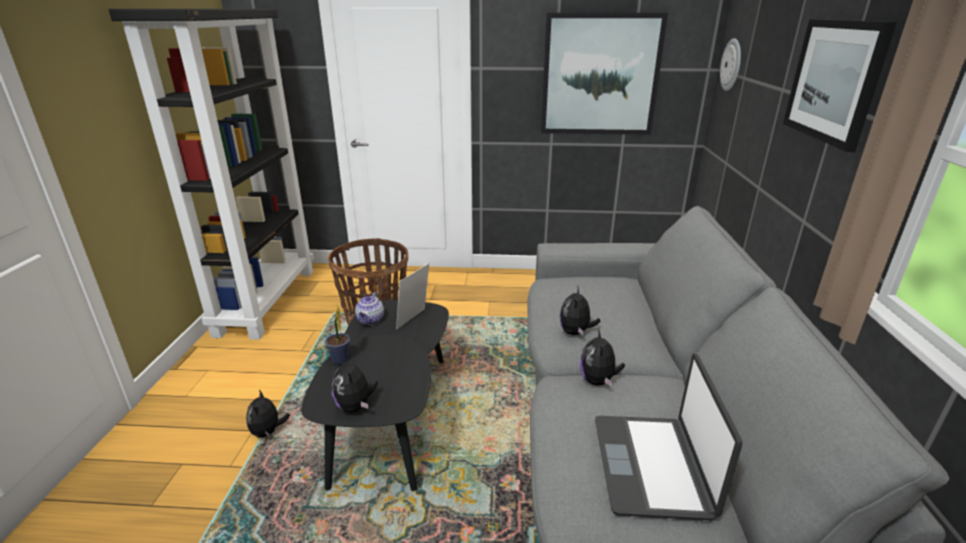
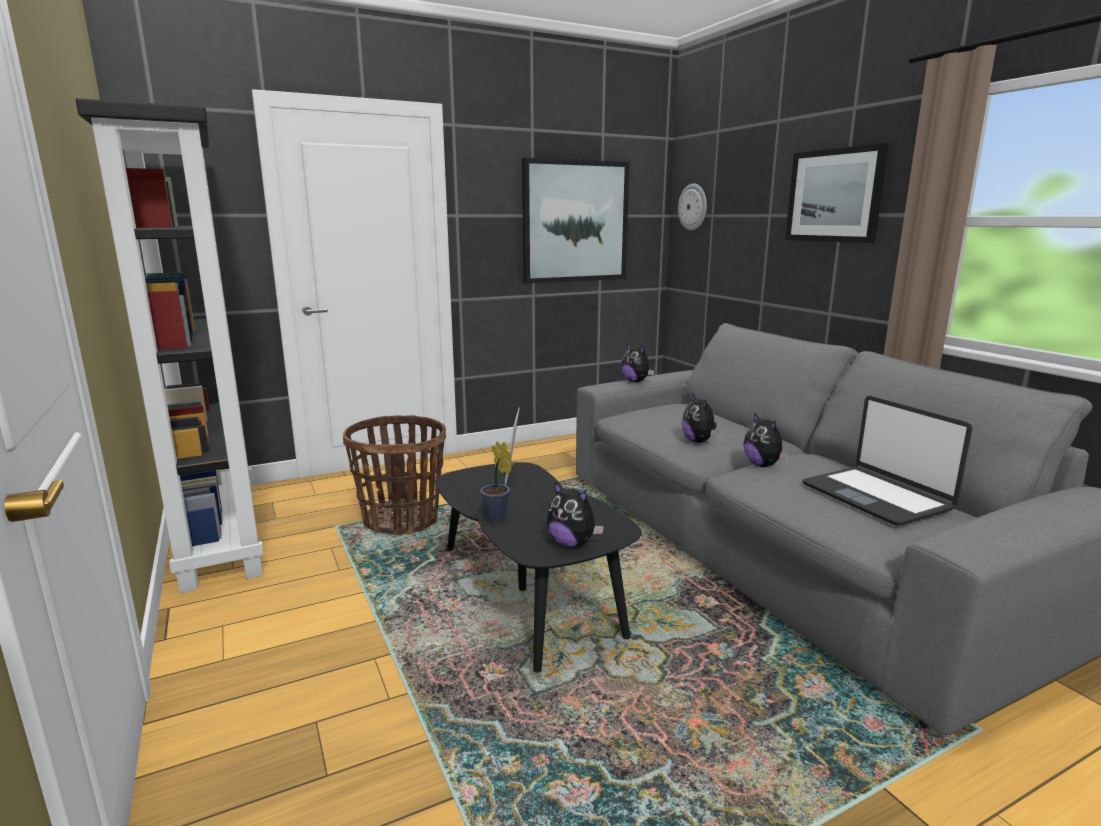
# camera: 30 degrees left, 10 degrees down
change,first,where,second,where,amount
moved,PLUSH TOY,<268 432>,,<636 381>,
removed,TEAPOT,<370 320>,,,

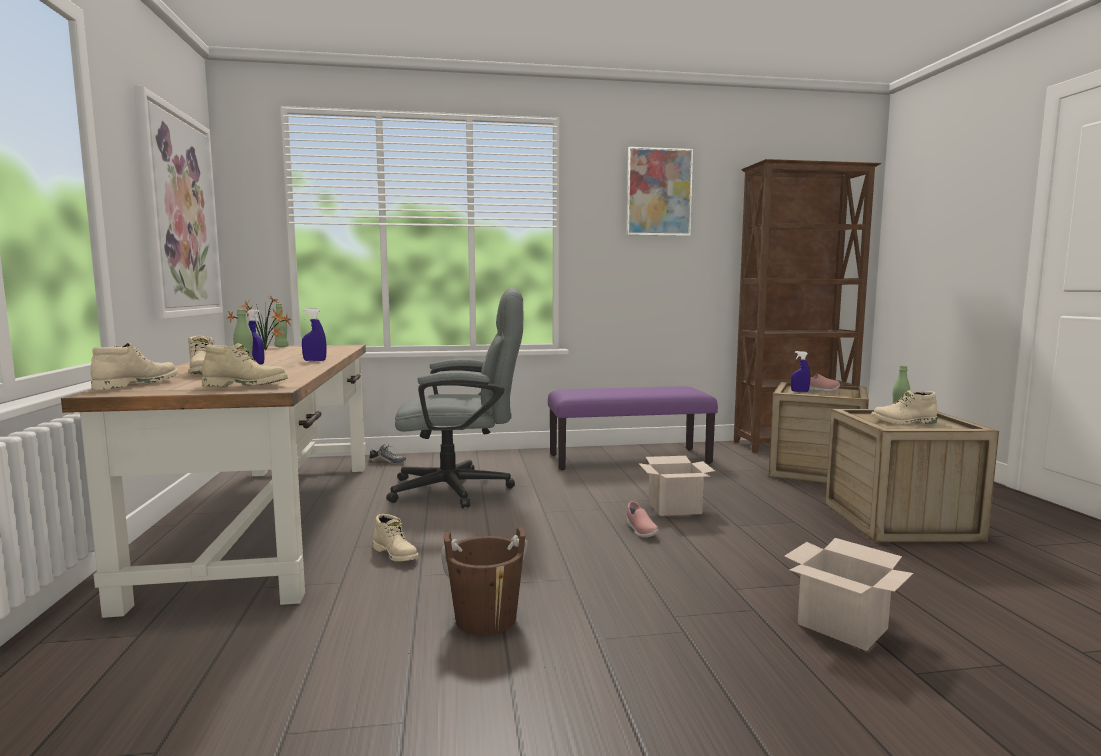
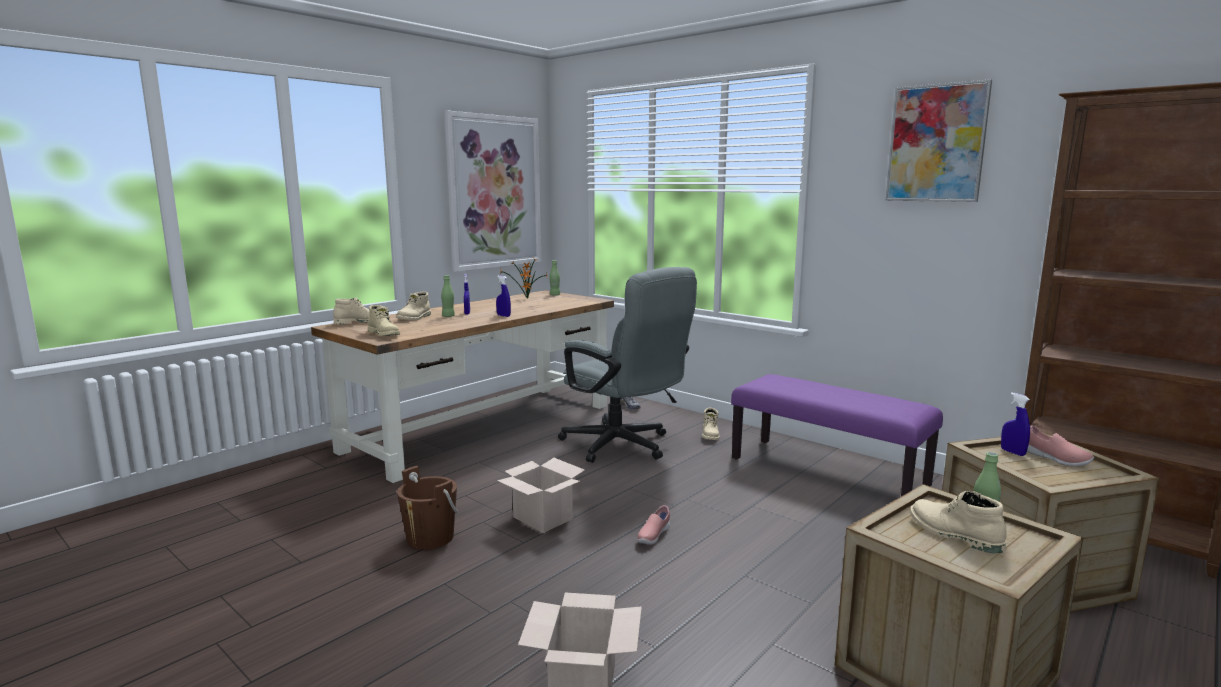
# camera: 50 degrees right, 5 degrees up
change,first,where,second,where,amount
moved,BEIGE BOOT,<396 554>,,<710 435>,
moved,CARDBOARD BOX,<674 508>,,<541 518>,

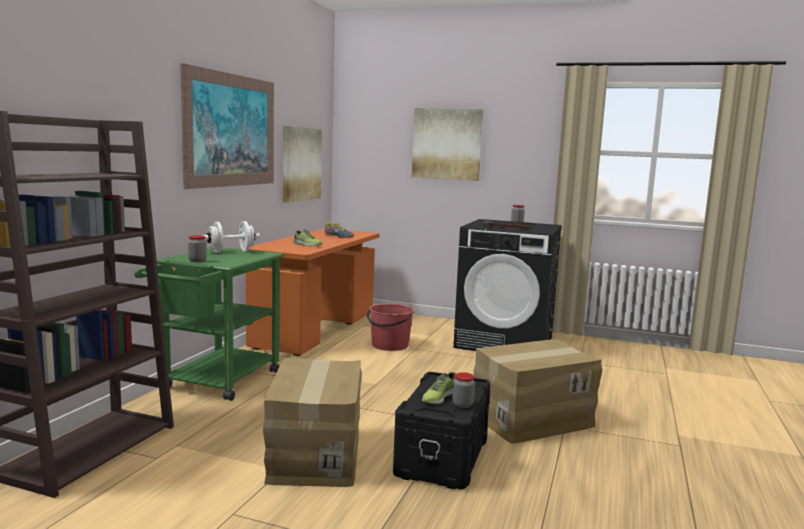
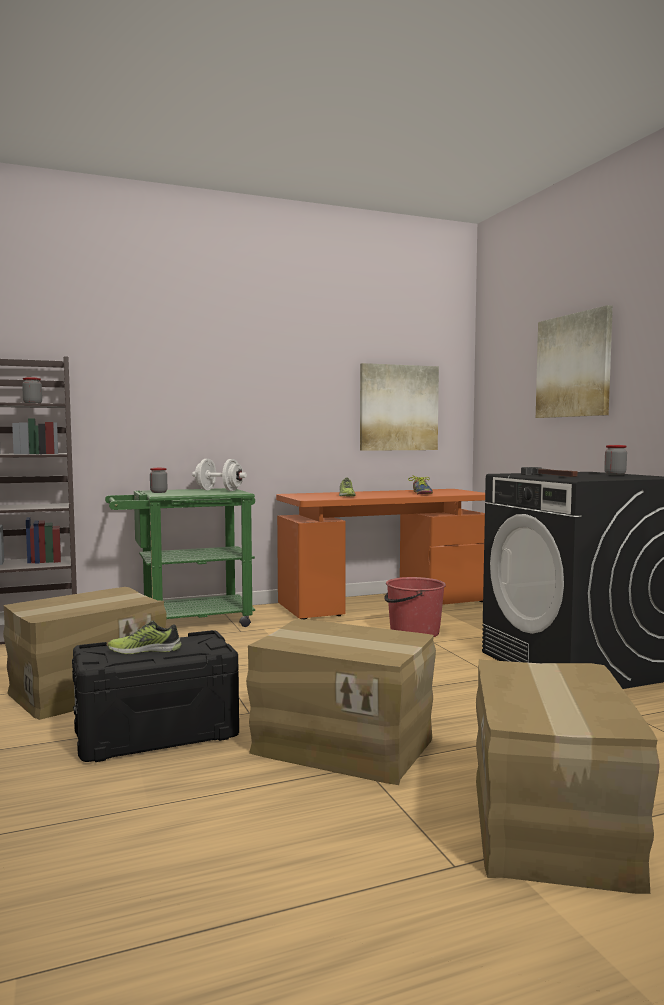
# camera: 50 degrees right, 5 degrees down
change,first,where,second,where,amount
removed,PICTURE,<231 130>,,,
moved,JAR,<462 405>,,<32 404>,
added,,,CARDBOARD BOX,<553 824>,

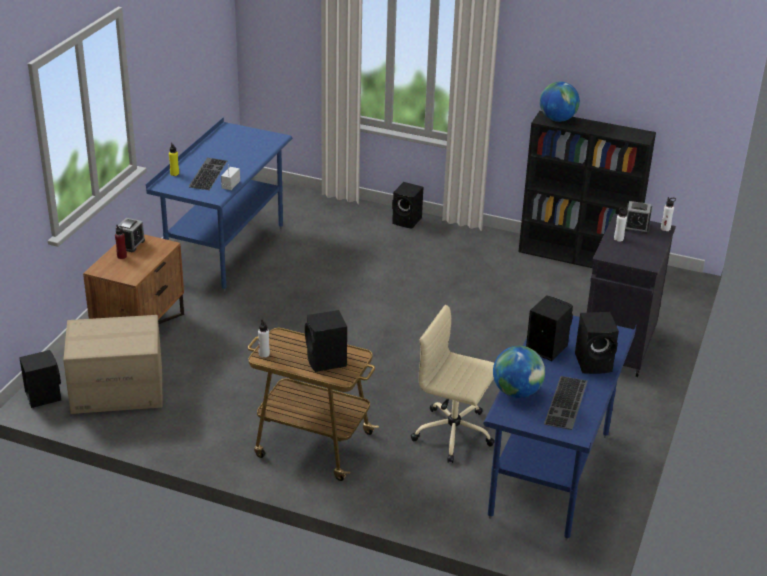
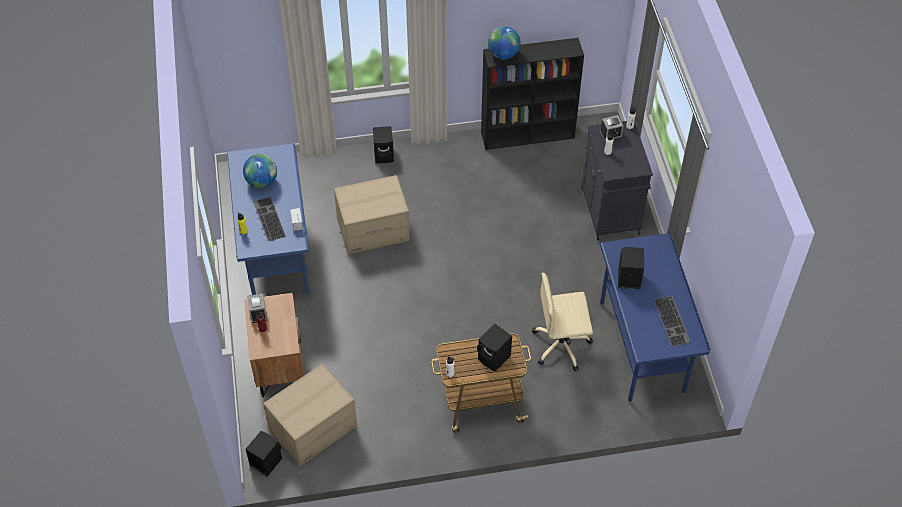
# camera: 30 degrees left, 20 degrees up
change,first,where,second,where,amount
moved,GLOBE,<516 392>,,<262 181>,
removed,BLACK SPEAKER,<594 363>,,,
added,,,CARDBOARD BOX,<373 229>,

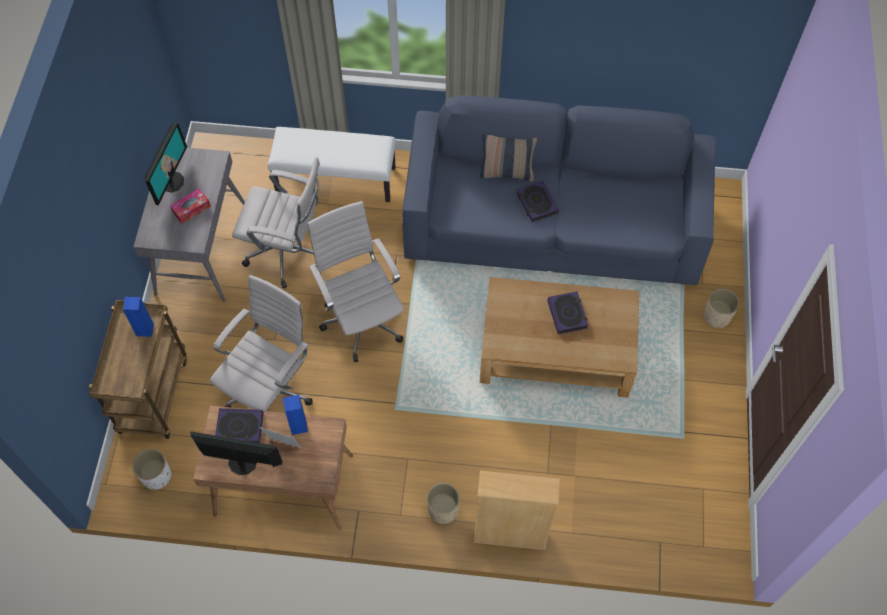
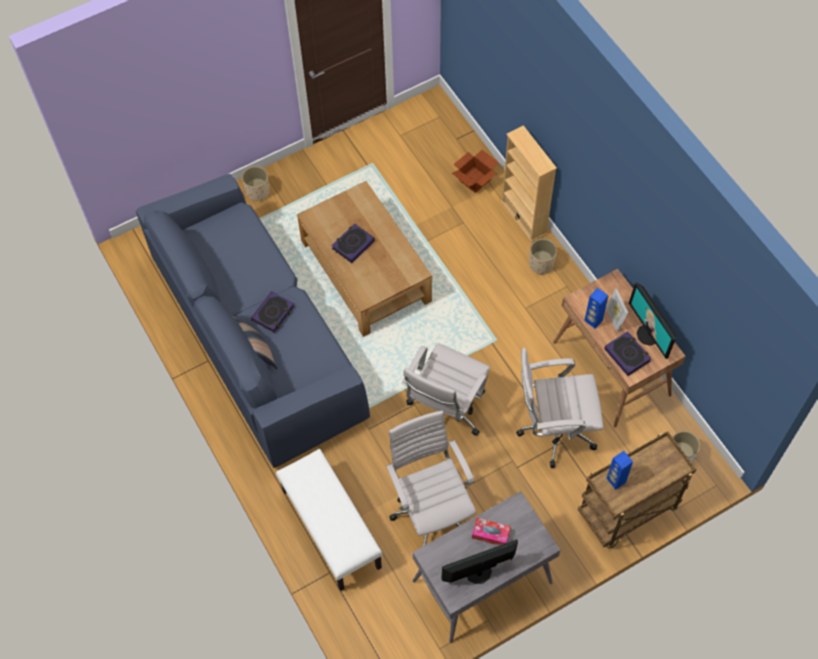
# camera: 125 degrees left, 0 degrees up
change,first,where,second,where,amount
added,,,CARDBOARD BOX,<475 179>,

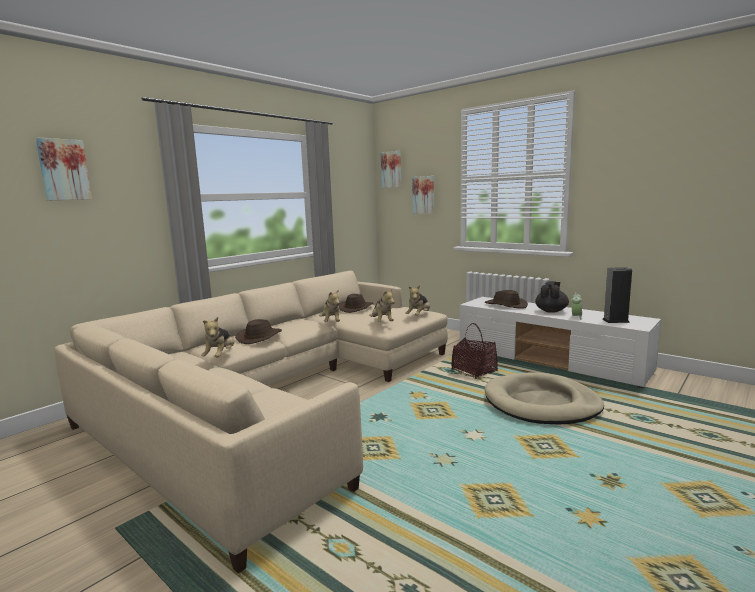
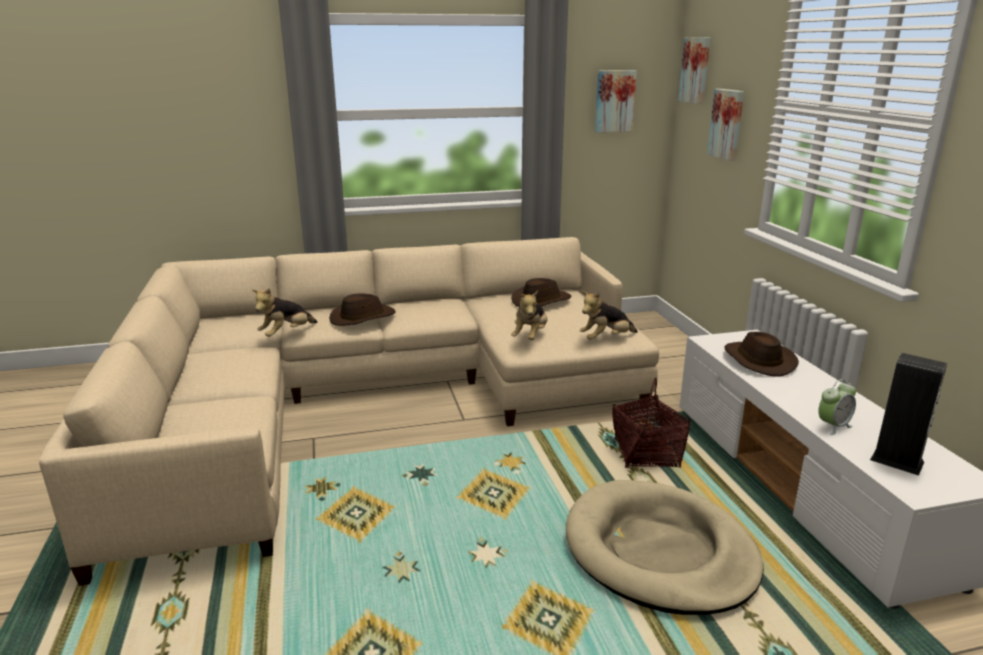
# camera: 35 degrees right, 10 degrees up
change,first,where,second,where,amount
moved,PICTURE,<63 170>,,<614 101>,
removed,PLUSH TOY,<331 322>,,,
removed,BLACK TEAPOT,<551 311>,,,

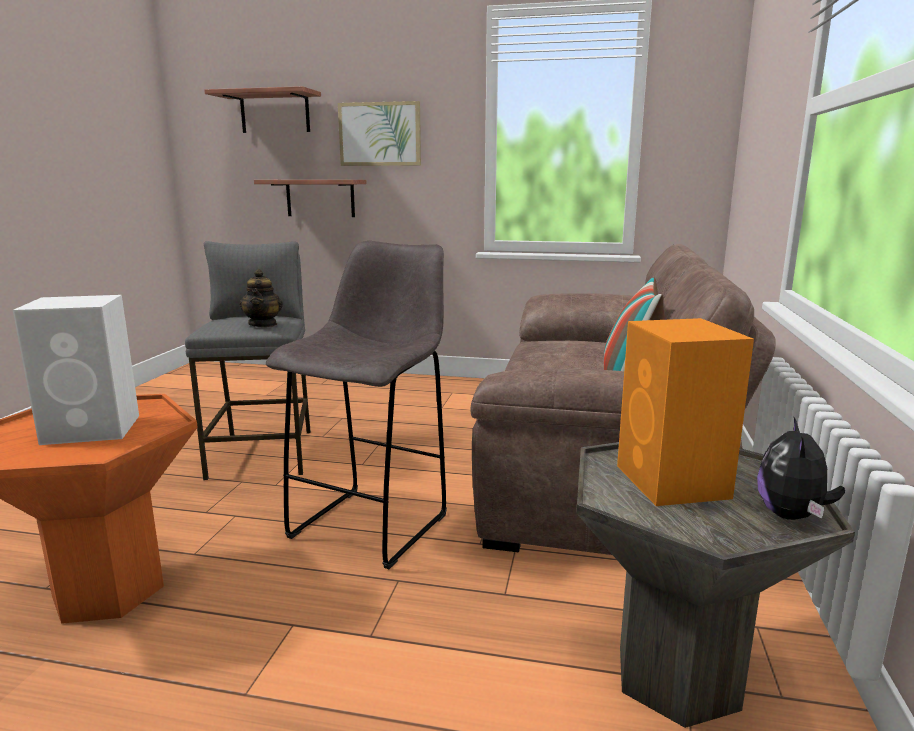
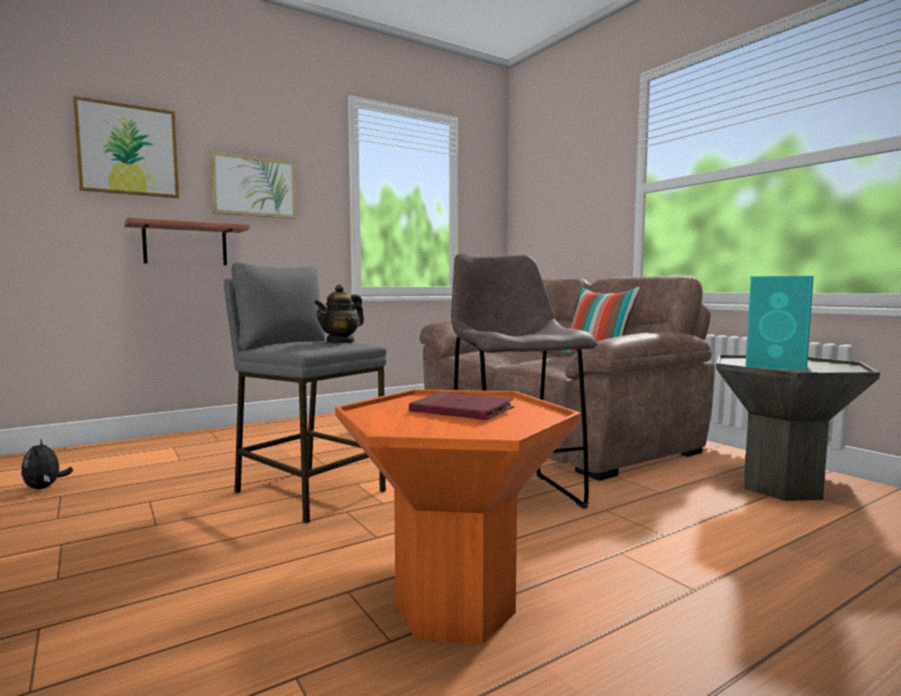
# camera: 45 degrees left, 10 degrees down
change,first,where,second,where,amount
replaced,WHITE SPEAKER,<94 429>,RED BOOK,<461 411>,
replaced,SHELF,<275 112>,PICTURE,<128 150>,
turned,TEAPOT,<263 324>,,<341 341>,90 degrees clockwise
recoloured,ORANGE SPEAKER,<673 483>,TURQUOISE SPEAKER,<778 366>,
moved,PLUSH TOY,<792 516>,,<45 487>,

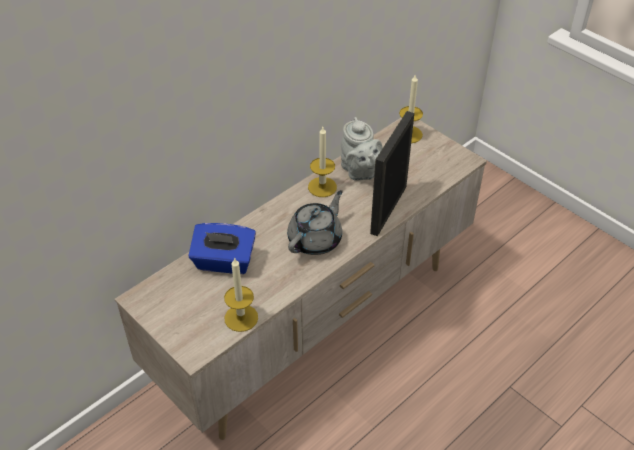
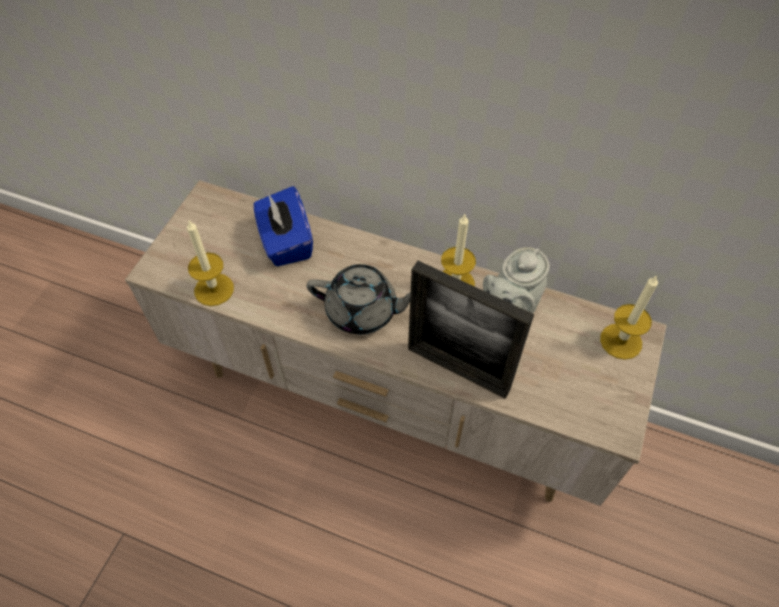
# camera: 65 degrees right, 10 degrees up
change,first,where,second,where,amount
turned,PICTURE FRAME,<388 209>,,<458 369>,150 degrees counterclockwise

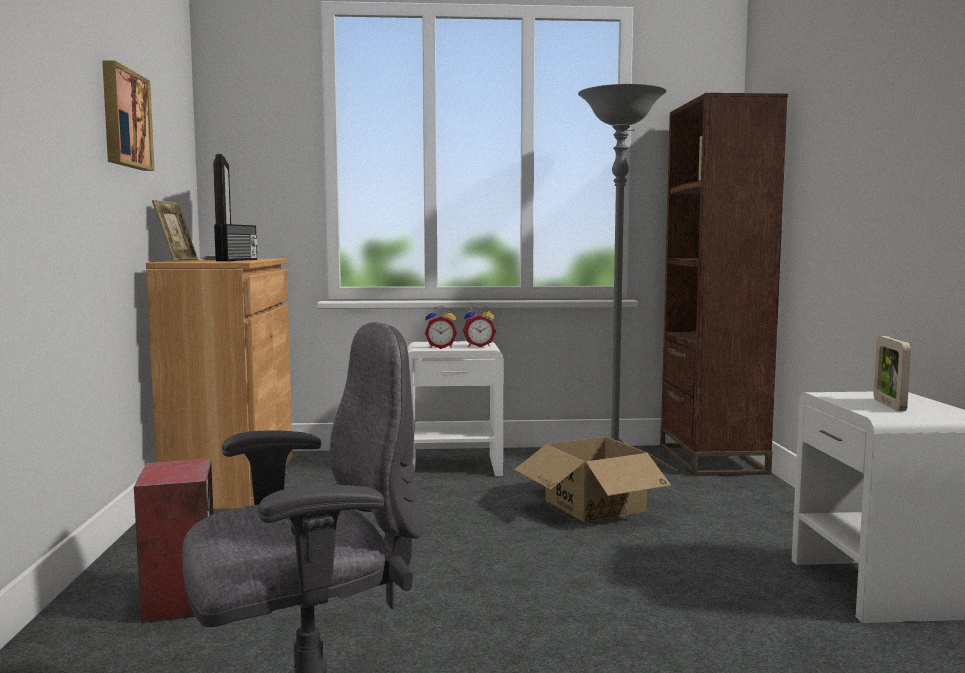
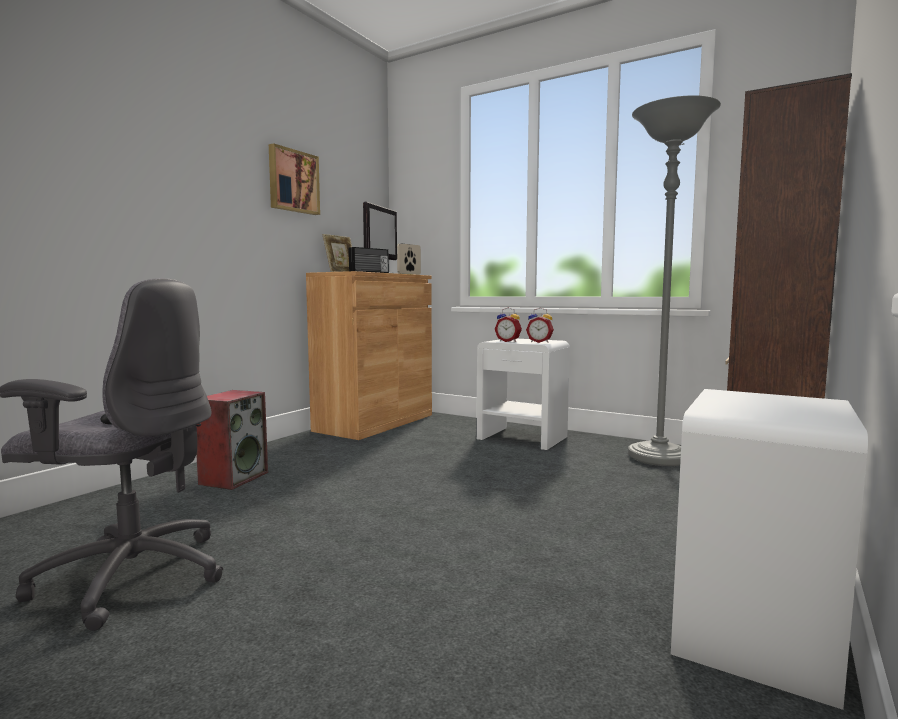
# camera: 35 degrees right, 0 degrees up
change,first,where,second,where,amount
removed,CARDBOARD BOX,<595 505>,,,
moved,PICTURE FRAME,<889 405>,,<409 274>,

